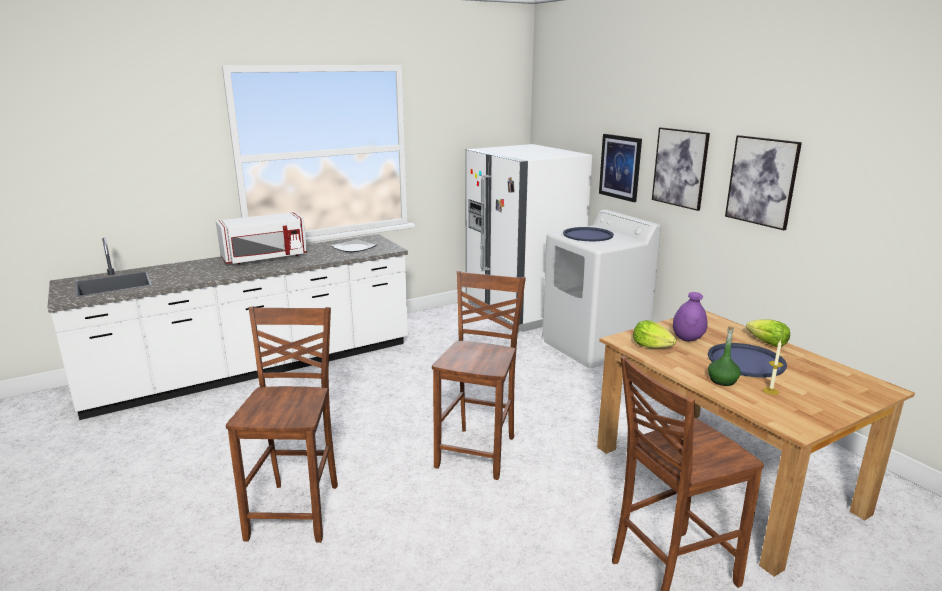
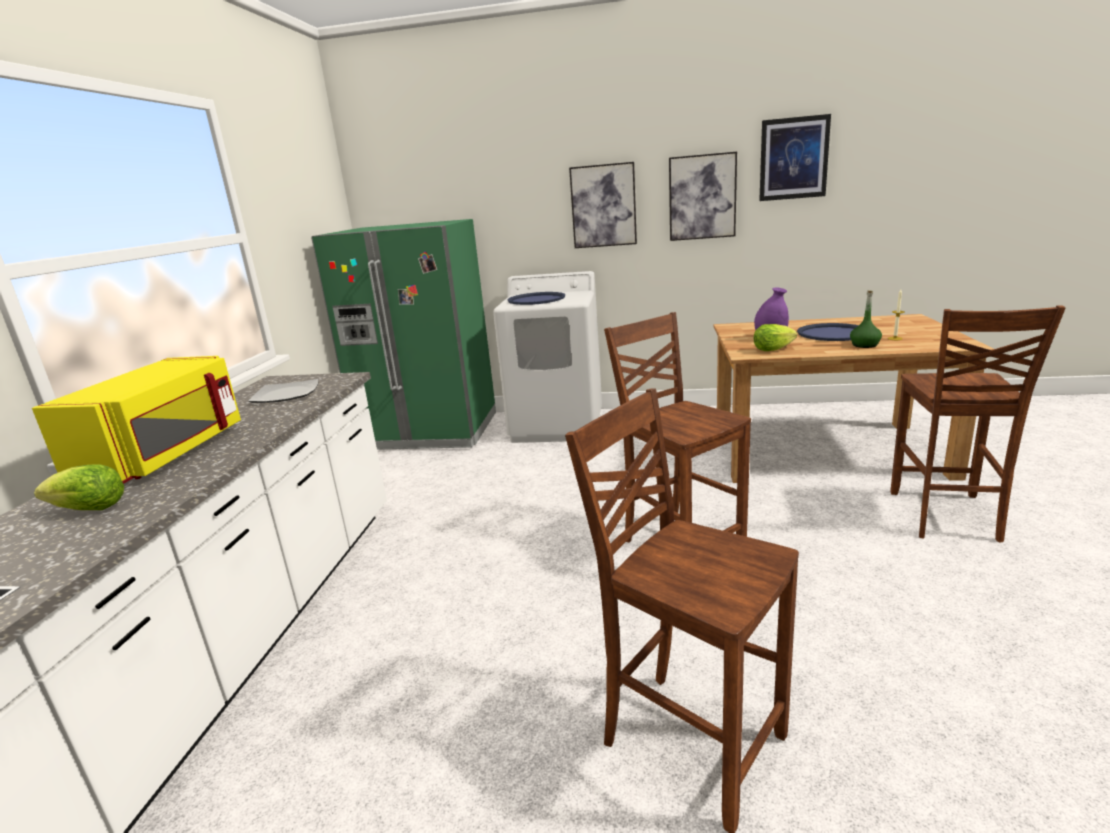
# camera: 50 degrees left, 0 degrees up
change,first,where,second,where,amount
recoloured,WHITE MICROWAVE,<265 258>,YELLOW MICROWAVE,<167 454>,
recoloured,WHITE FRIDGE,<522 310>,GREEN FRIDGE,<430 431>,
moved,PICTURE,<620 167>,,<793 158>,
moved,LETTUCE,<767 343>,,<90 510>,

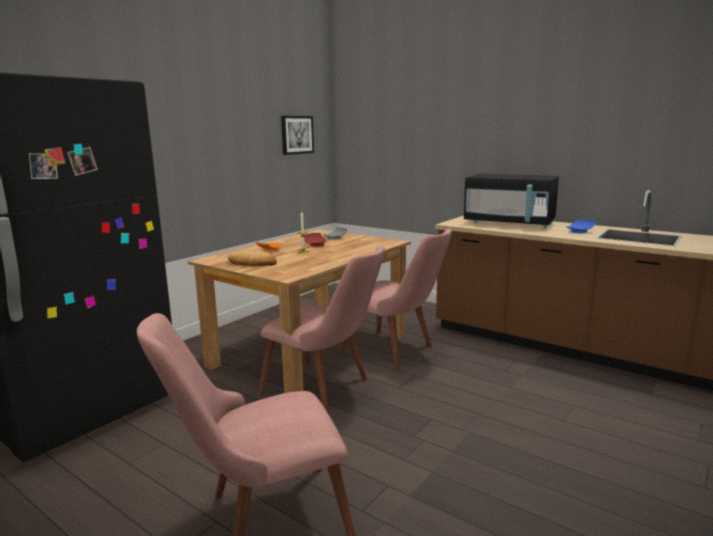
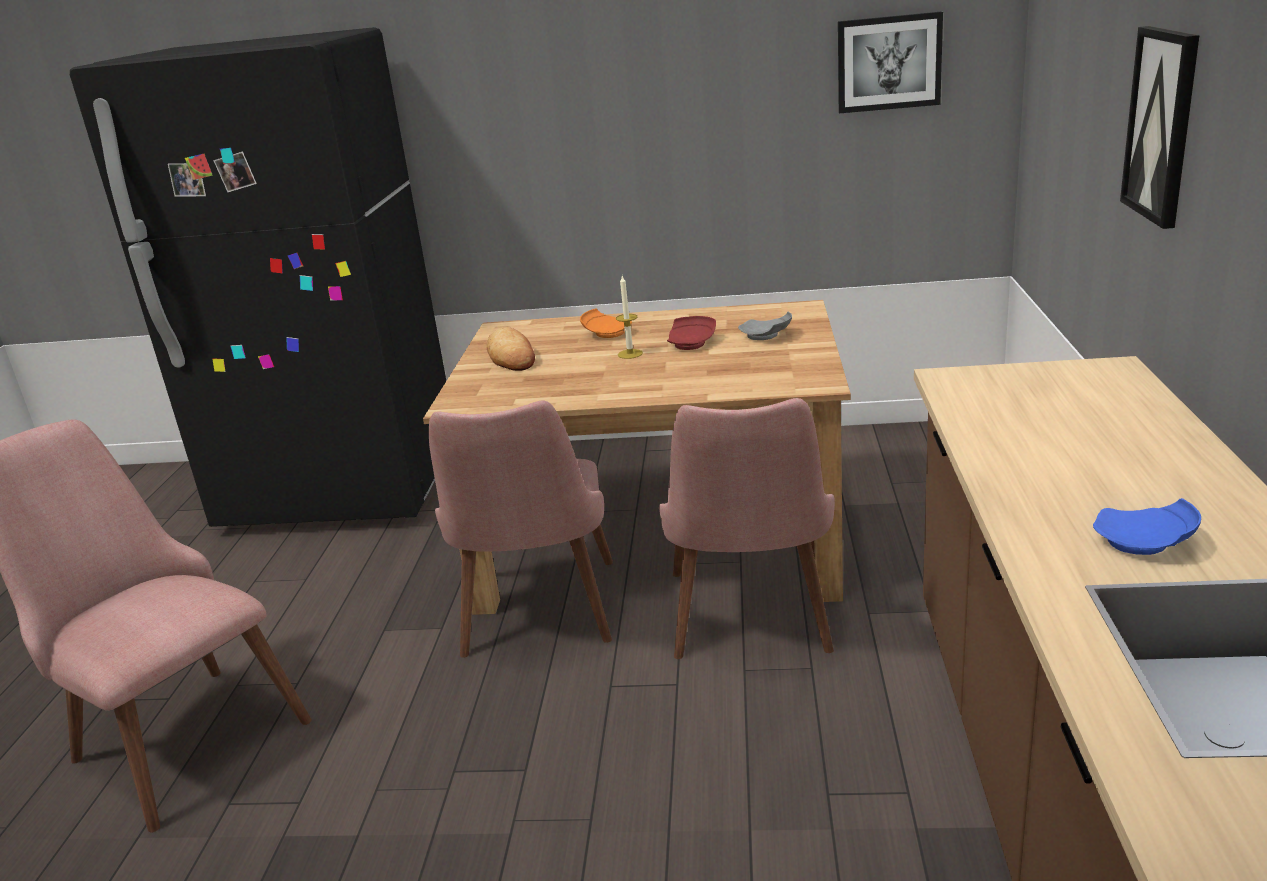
# camera: 60 degrees right, 10 degrees up
change,first,where,second,where,amount
removed,BLACK MICROWAVE,<509 223>,,,
added,,,PICTURE,<1162 125>,

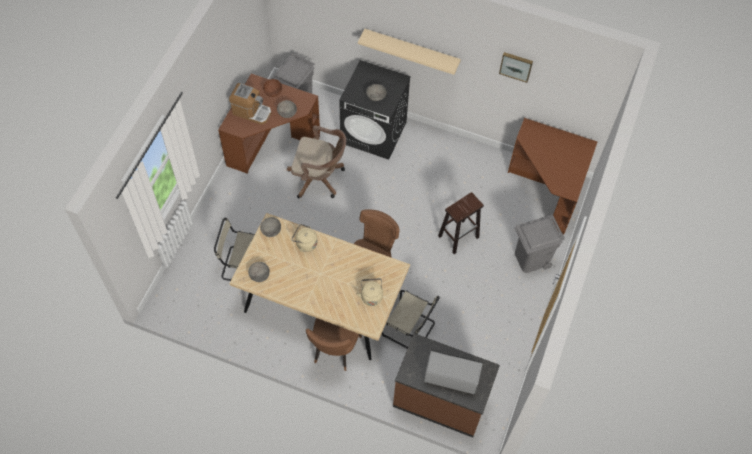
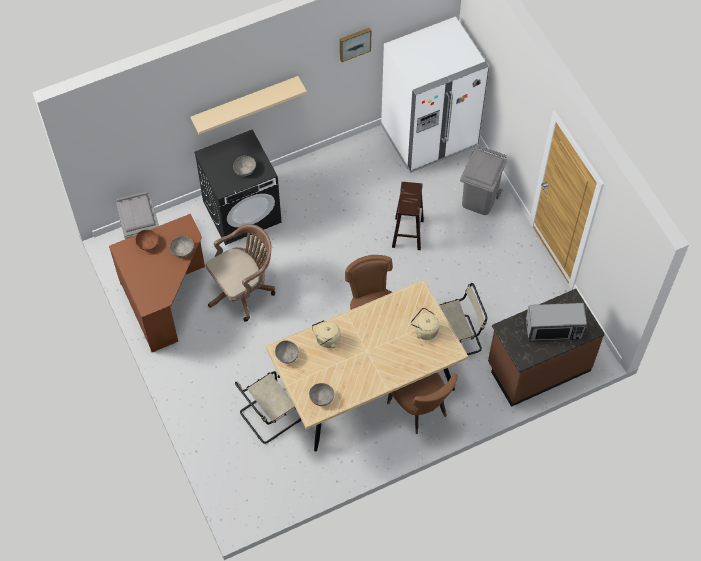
# camera: 45 degrees left, 0 degrees up
change,first,where,second,where,amount
removed,COFFEE MACHINE,<251 112>,,,
turned,MICROWAVE,<451 376>,,<554 329>,150 degrees counterclockwise
replaced,BROWN DESK,<545 190>,WHITE FRIDGE,<429 137>,

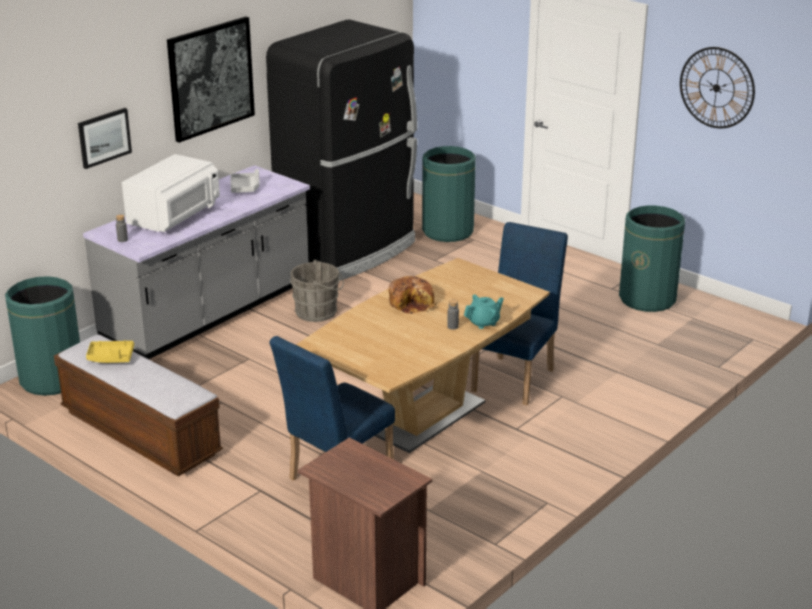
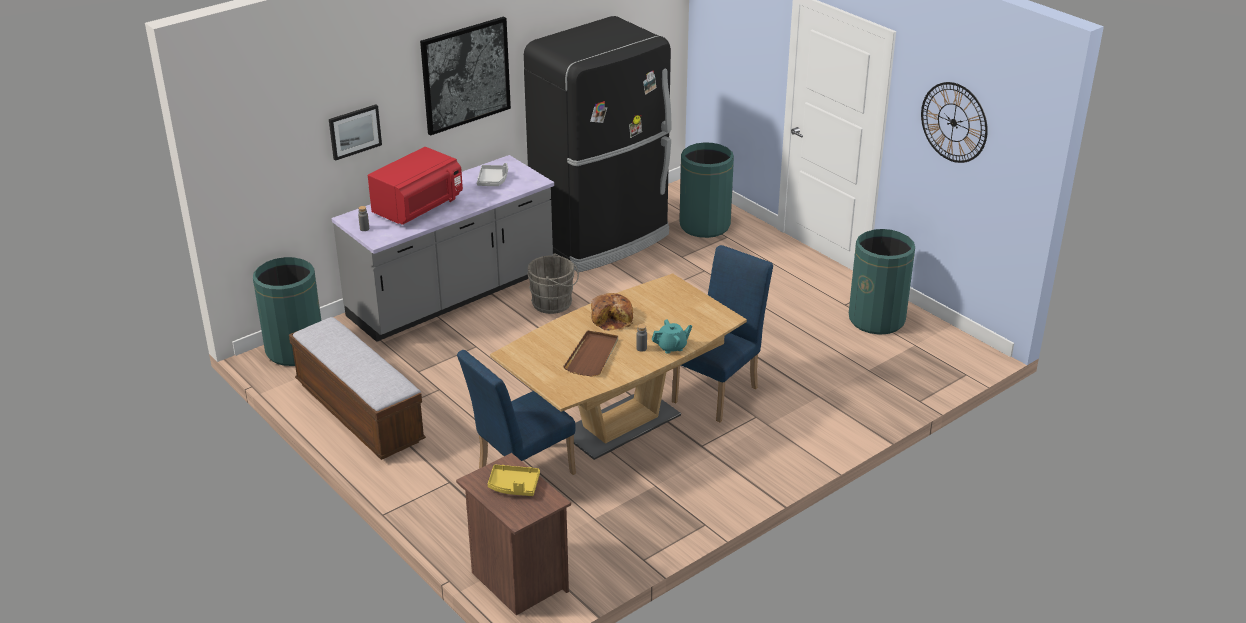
# camera: 10 degrees right, 5 degrees up
change,first,where,second,where,amount
moved,YELLOW TRAY,<111 358>,,<514 486>,
recoloured,WHITE MICROWAVE,<174 217>,RED MICROWAVE,<418 208>,
added,,,BROWN TRAY,<592 355>,

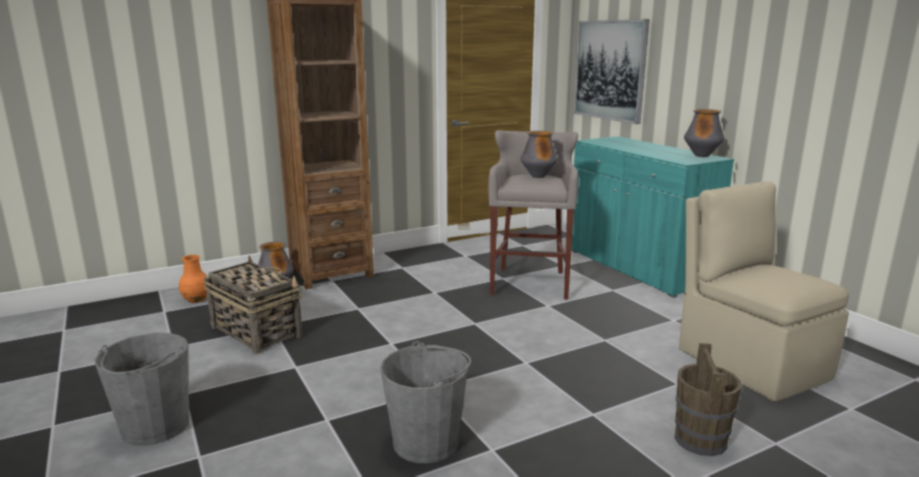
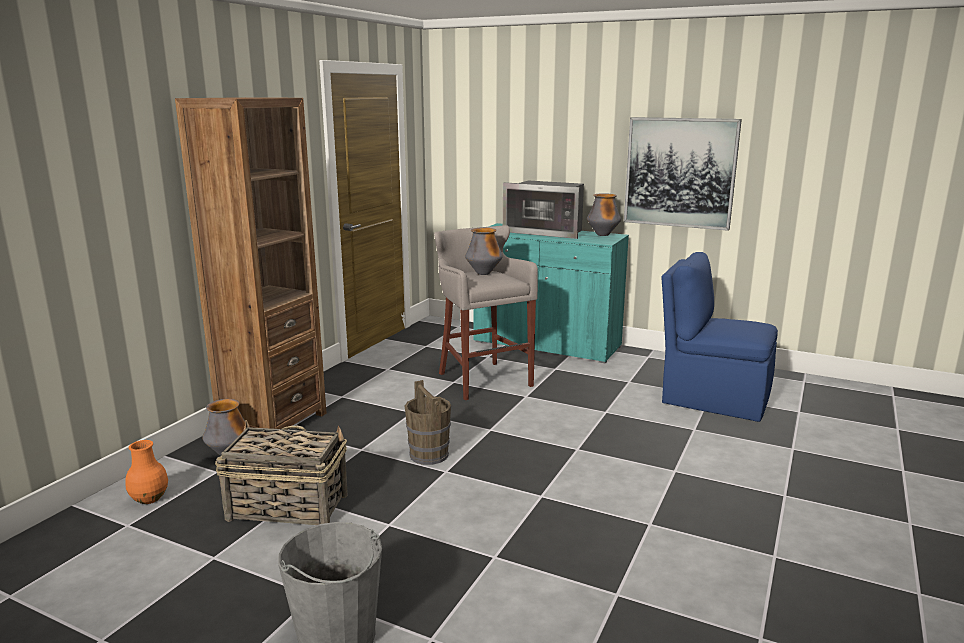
# camera: 35 degrees left, 0 degrees up
change,first,where,second,where,amount
removed,GREY BUCKET,<426 442>,,,
moved,PICTURE,<610 70>,,<680 172>,
moved,BROWN BUCKET,<700 440>,,<429 455>,
recoloured,BEIGE CHAIR,<749 362>,BLUE CHAIR,<712 398>,
added,,,MICROWAVE,<546 231>,

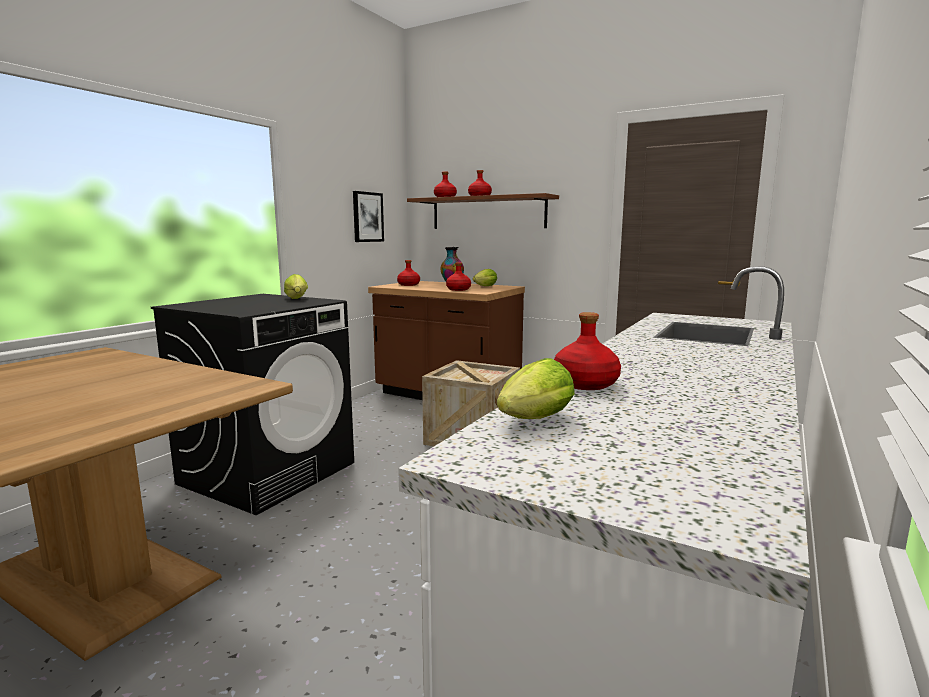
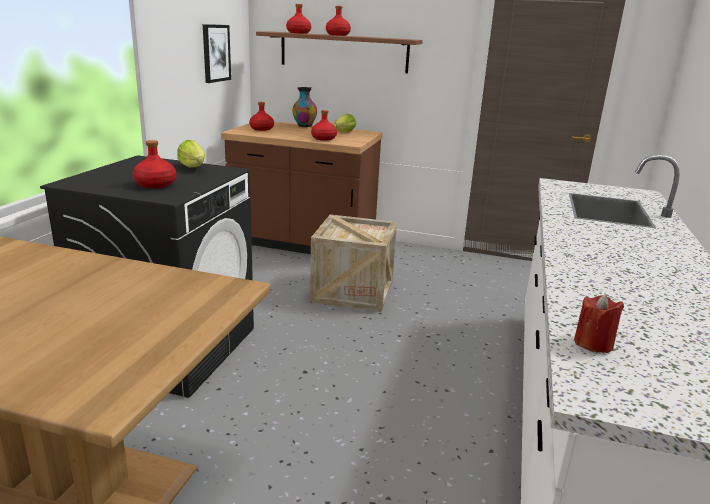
# camera: 15 degrees left, 10 degrees up
change,first,where,second,where,amount
replaced,LETTUCE,<532 421>,RED CANDLE,<593 343>,
moved,RED BOTTLE,<586 384>,,<156 184>,

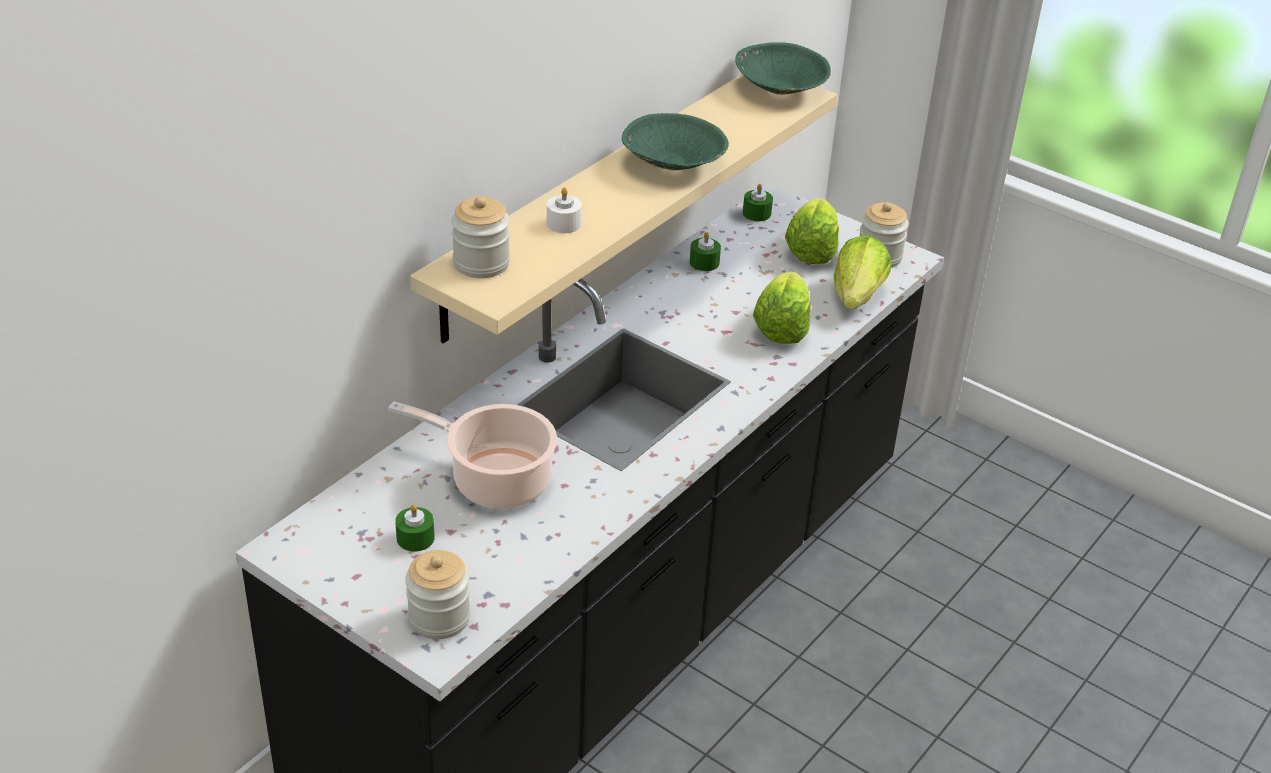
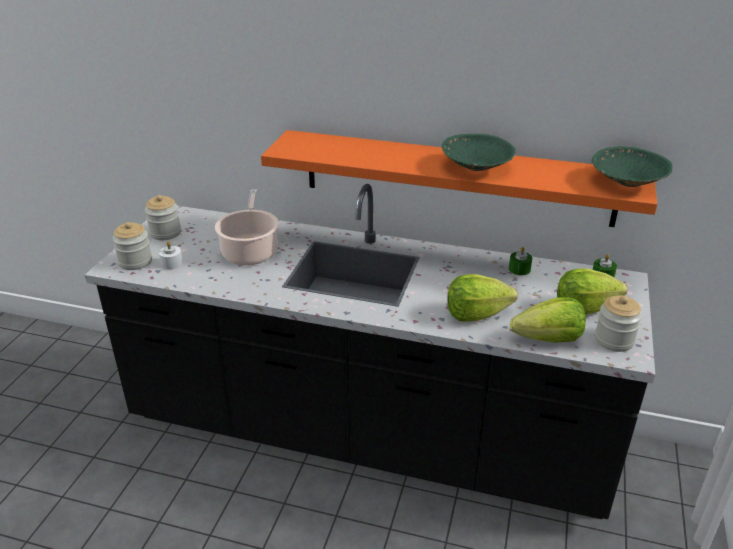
# camera: 70 degrees right, 5 degrees down
change,first,where,second,where,amount
removed,GREEN CANDLE,<415 538>,,,
recoloured,BEIGE SHELF,<601 198>,ORANGE SHELF,<456 177>,
moved,JAR,<481 263>,,<165 233>,
moved,WHITE CANDLE,<564 223>,,<172 263>,

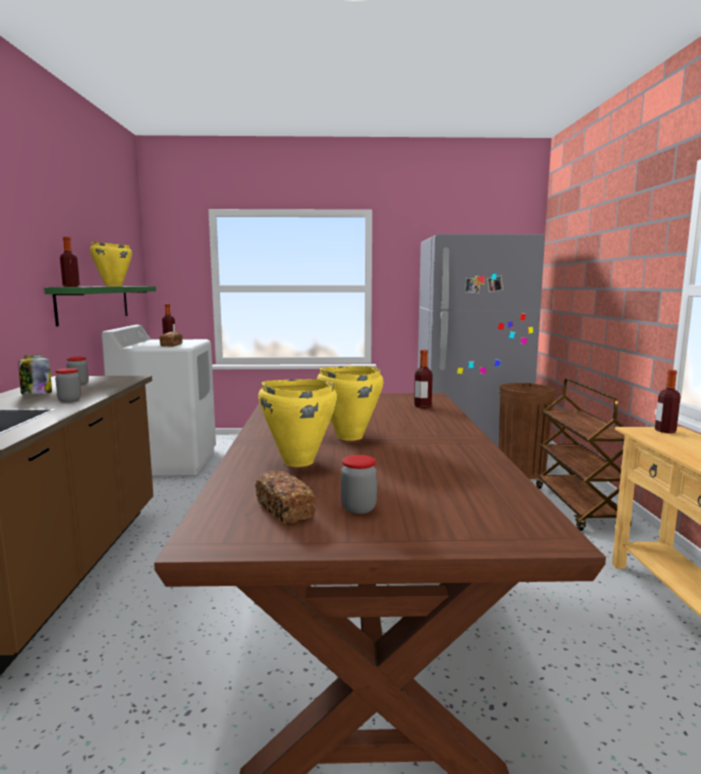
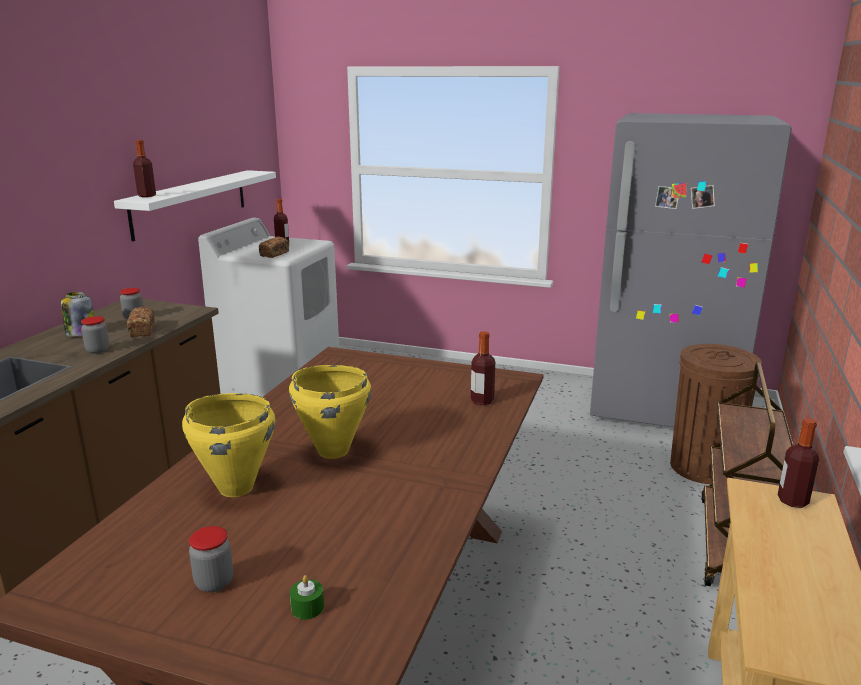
# camera: 20 degrees right, 10 degrees up
change,first,where,second,where,amount
recoloured,GREEN SHELF,<94 303>,WHITE SHELF,<191 203>,
removed,YELLOW COOKING POT,<113 286>,,,
moved,BREAD,<285 510>,,<142 330>,
added,,,GREEN CANDLE,<307 607>,

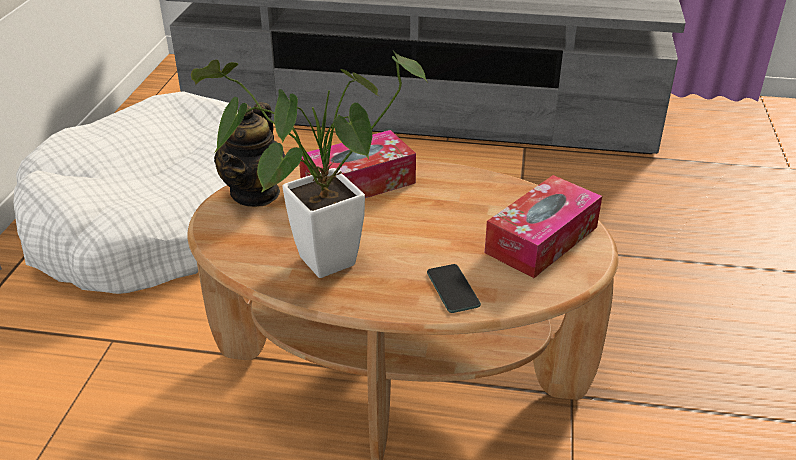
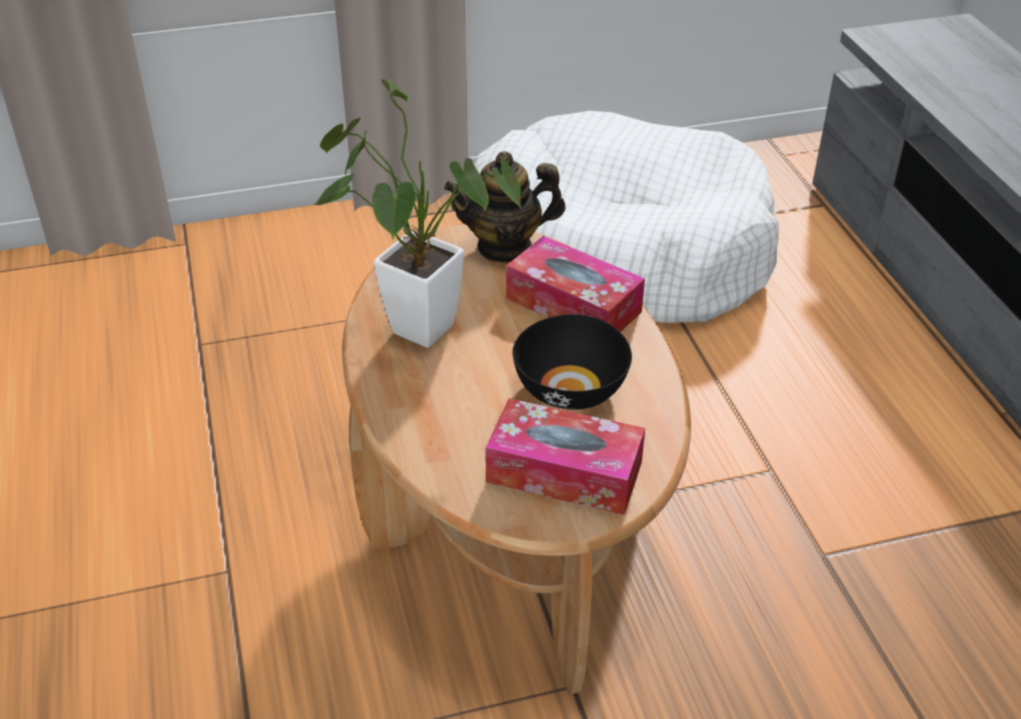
# camera: 65 degrees right, 5 degrees up
change,first,where,second,where,amount
removed,PHONE,<453 289>,,,
added,,,BLACK BOWL,<571 390>,

